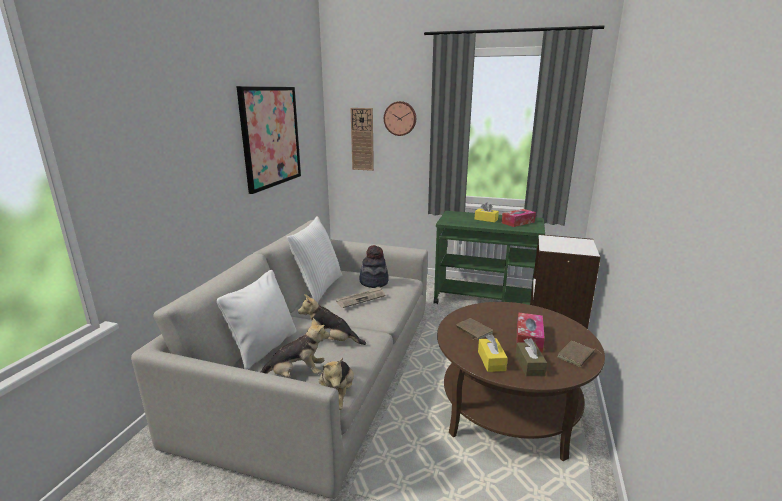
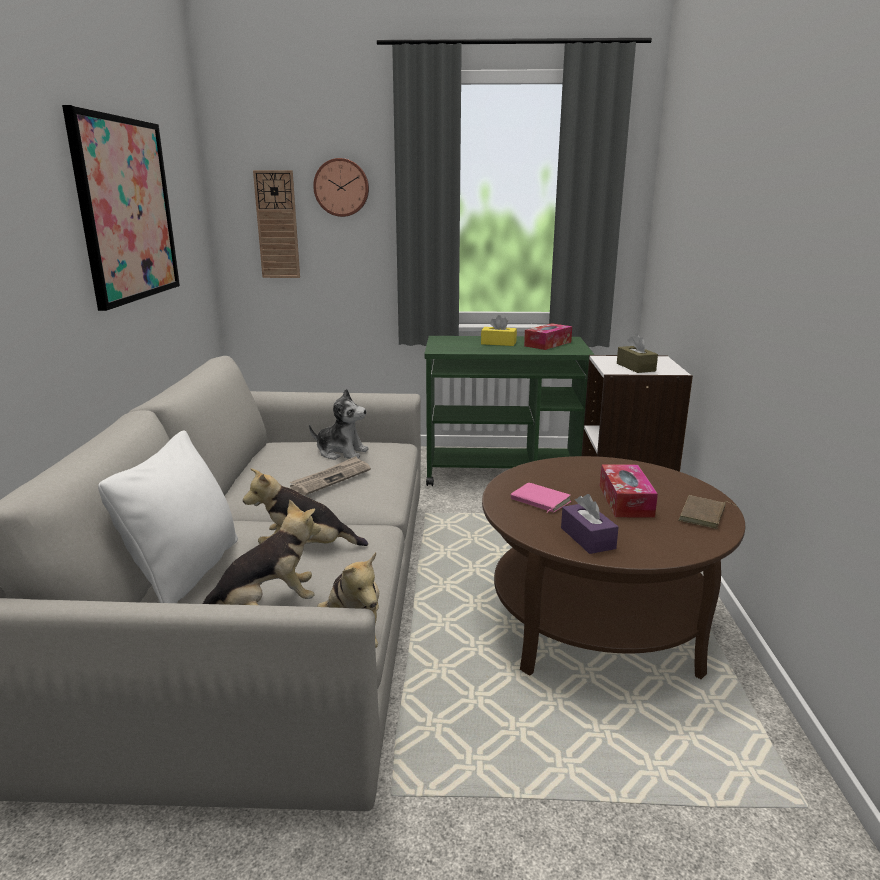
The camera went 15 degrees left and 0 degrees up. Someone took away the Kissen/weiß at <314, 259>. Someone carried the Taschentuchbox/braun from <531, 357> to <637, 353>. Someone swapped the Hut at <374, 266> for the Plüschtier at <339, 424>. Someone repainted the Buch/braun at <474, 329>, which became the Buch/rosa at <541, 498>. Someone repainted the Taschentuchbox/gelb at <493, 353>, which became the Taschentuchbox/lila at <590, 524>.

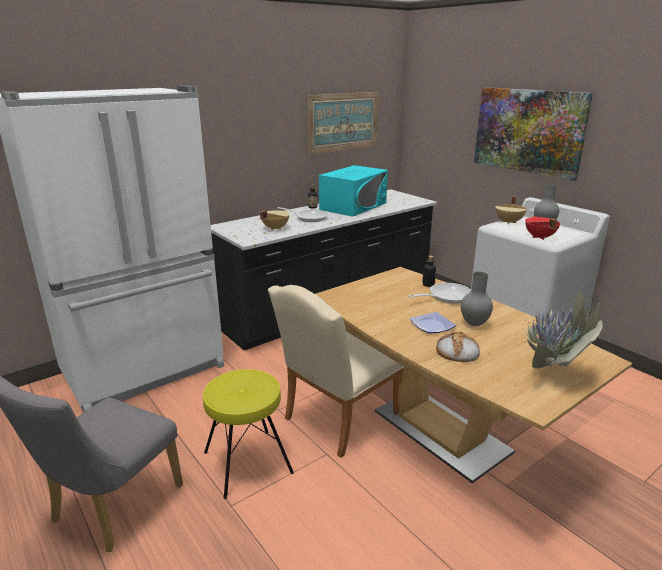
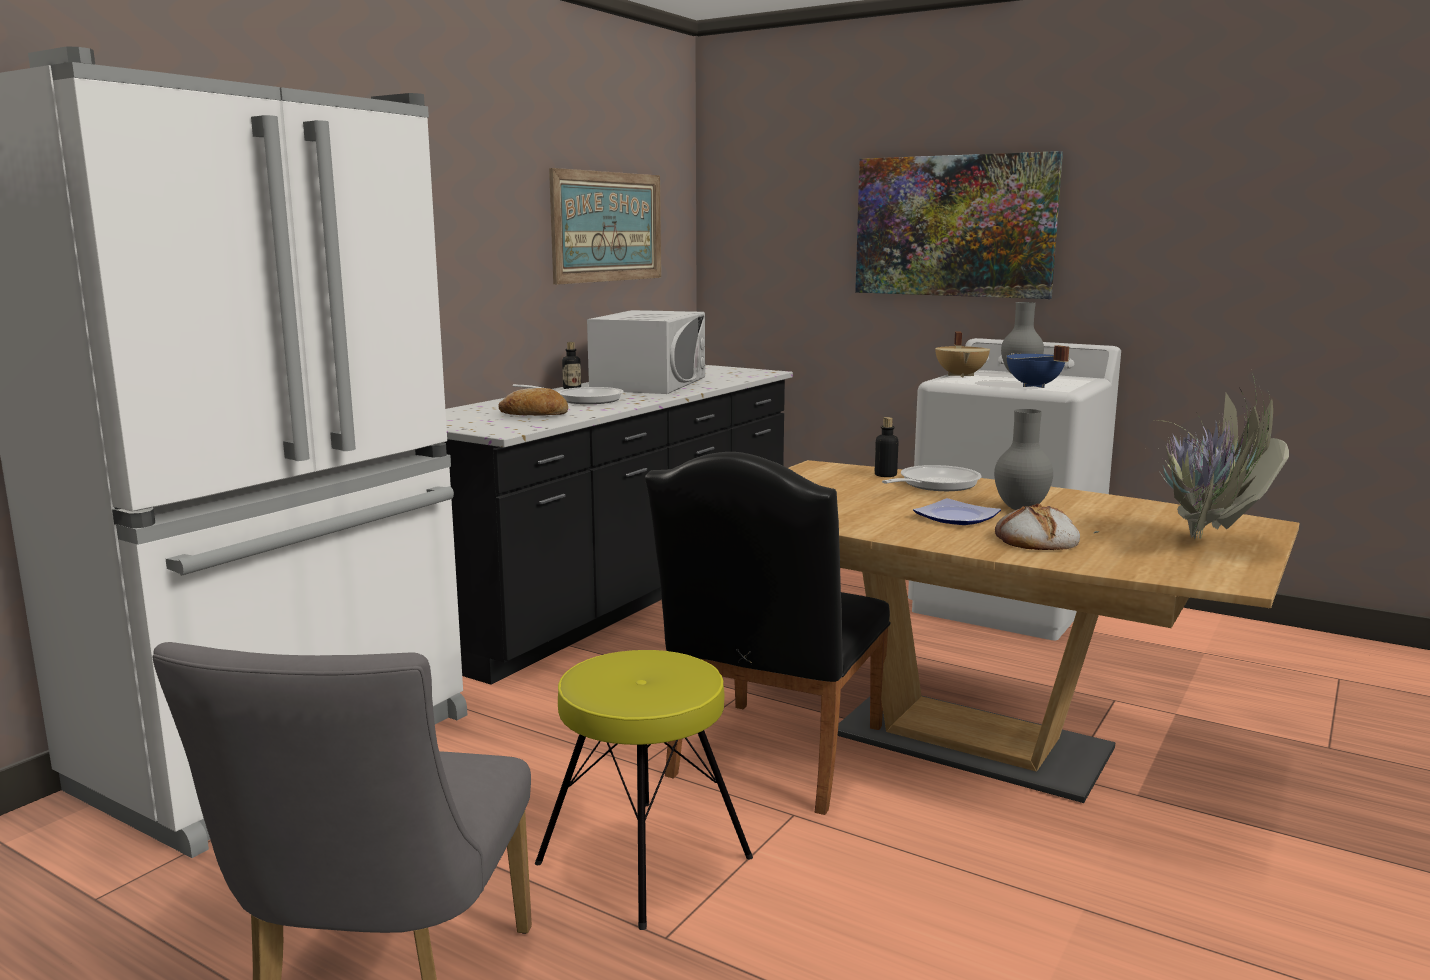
The camera went 20 degrees left and 10 degrees down. Someone swapped the Kochtopf/beige at <275, 220> for the Brot at <533, 402>. Someone repainted the Stuhl/beige at <336, 371>, which became the Stuhl/schwarz at <768, 633>. Someone repainted the Mikrowelle/türkis at <353, 191>, which became the Mikrowelle/weiß at <646, 352>. Someone repainted the Kochtopf/rot at <542, 228>, which became the Kochtopf/blau at <1037, 366>.

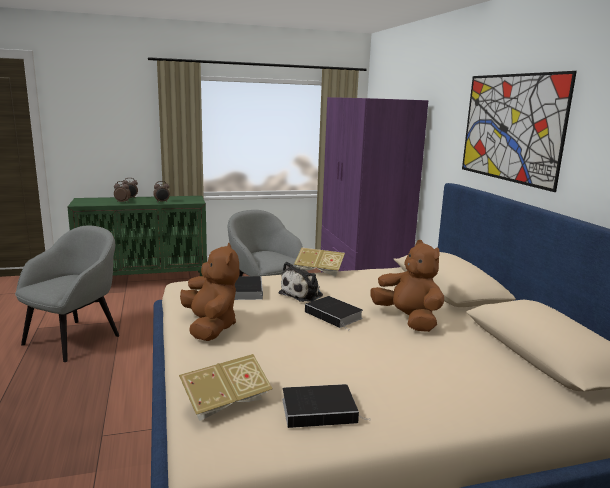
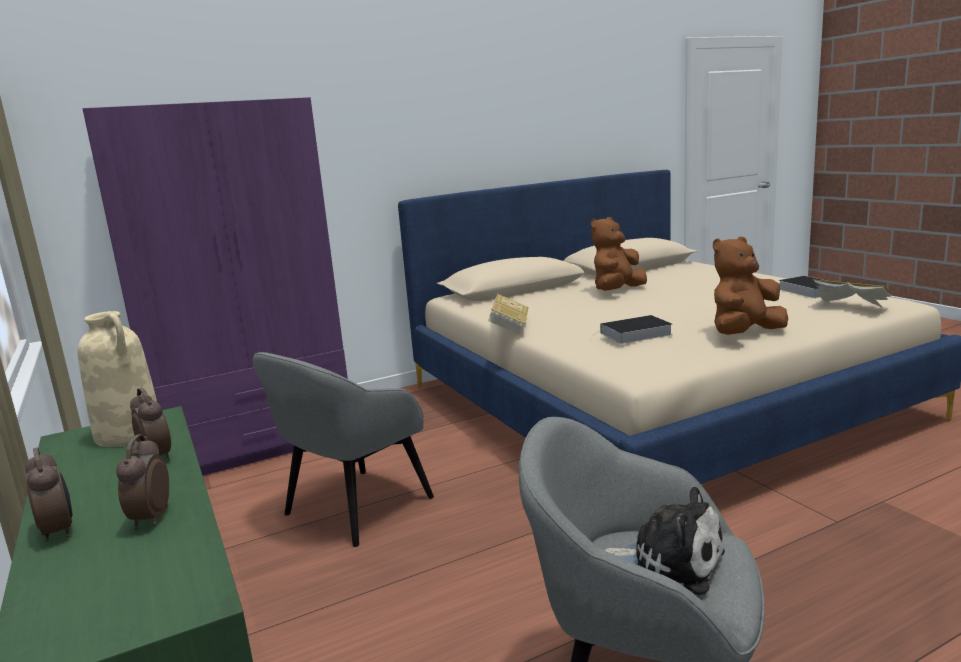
The camera went 100 degrees left and 0 degrees up. Someone took away the Buch at <334, 313>. Someone took away the Bild at <519, 131>. Someone put down the Vase/beige at <117, 379>. Someone carried the Plüschtier from <300, 282> to <664, 541>.

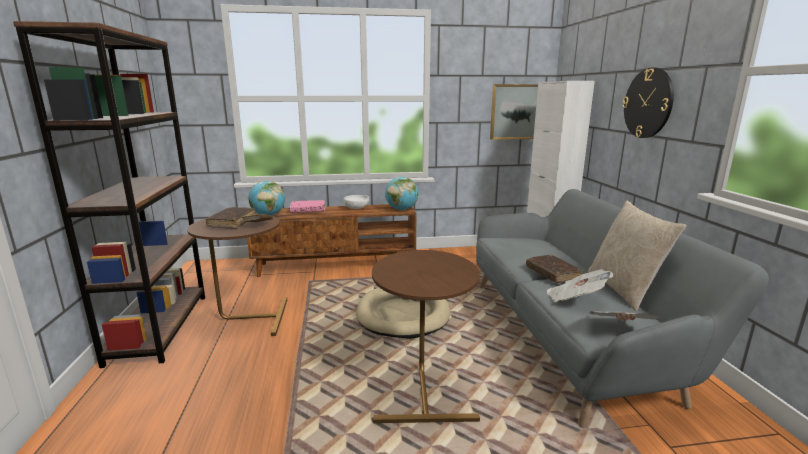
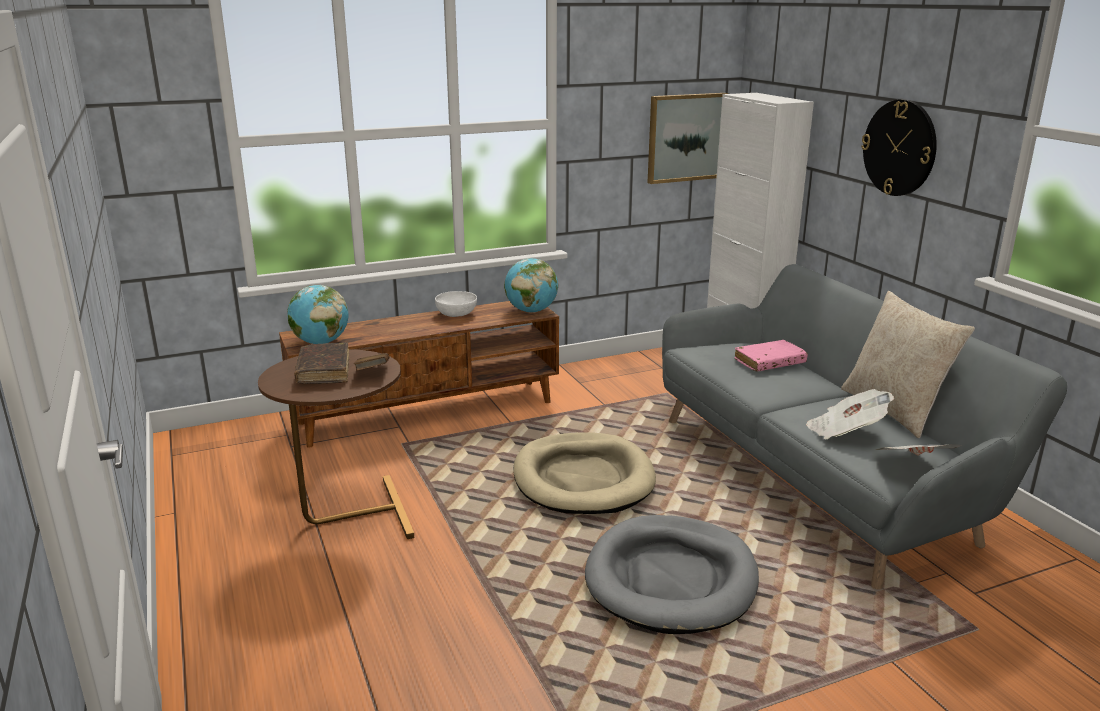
The camera went 15 degrees left and 5 degrees up. Someone took away the Bücherregal/braun at <109, 194>. Someone took away the Buch/braun at <554, 269>. Someone carried the Buch/rosa from <307, 206> to <771, 355>. Someone swapped the Beistelltisch/braun at <426, 336> for the Hundebett/grau at <672, 574>.

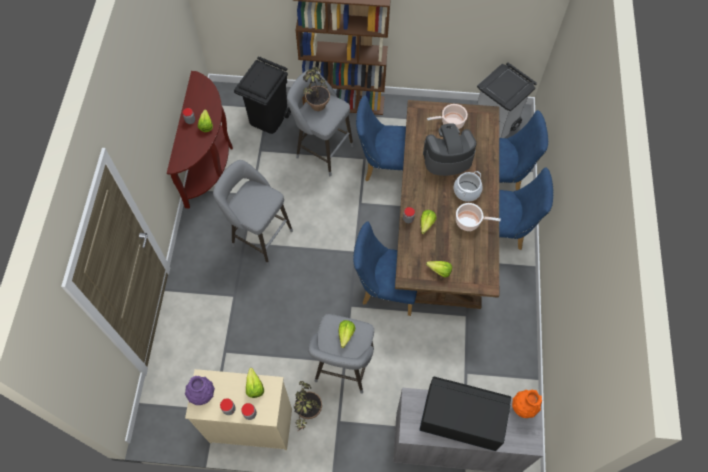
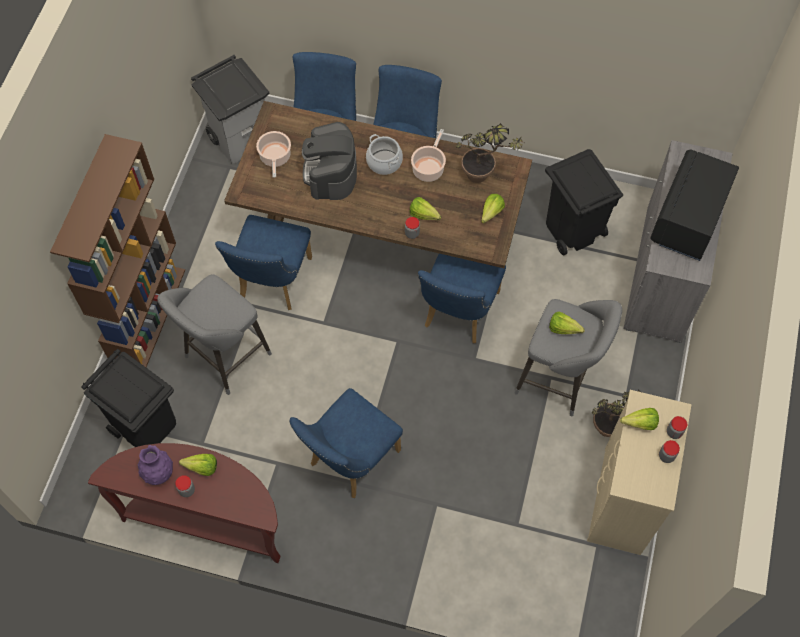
The camera went 80 degrees left and 0 degrees up. Someone took away the Vase/orange at <527, 404>. Someone put down the Mülleimer/schwarz at <584, 202>. Someone carried the Vase/lila from <200, 390> to <155, 465>. Someone carried the Topfpflanze from <316, 89> to <490, 153>. Someone swapped the Hocker/grau at <253, 213> for the Stuhl/blau at <346, 443>.

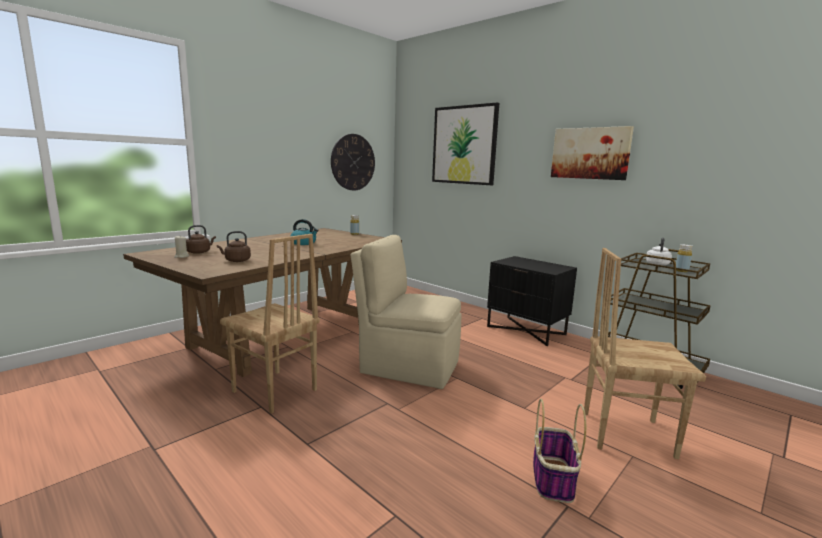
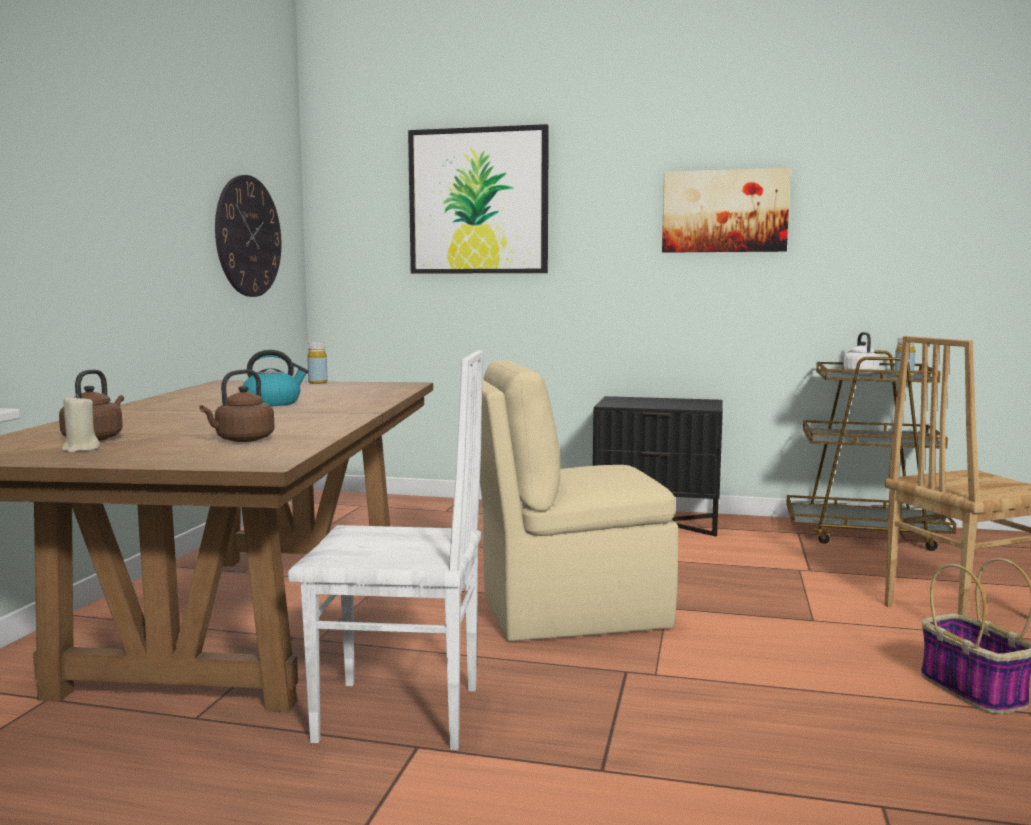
The camera went 30 degrees left and 5 degrees down. Someone repainted the Stuhl/braun at <270, 324>, which became the Stuhl/weiß at <385, 550>.

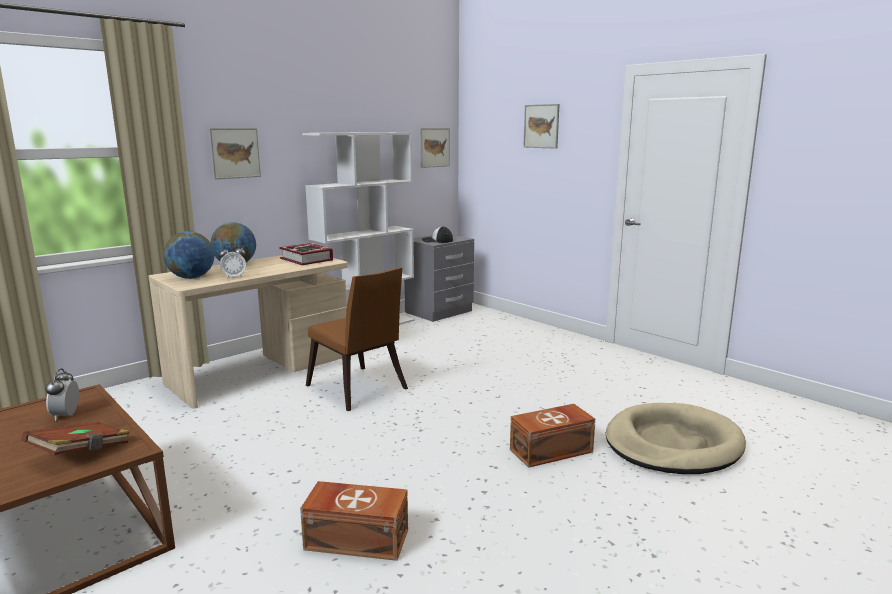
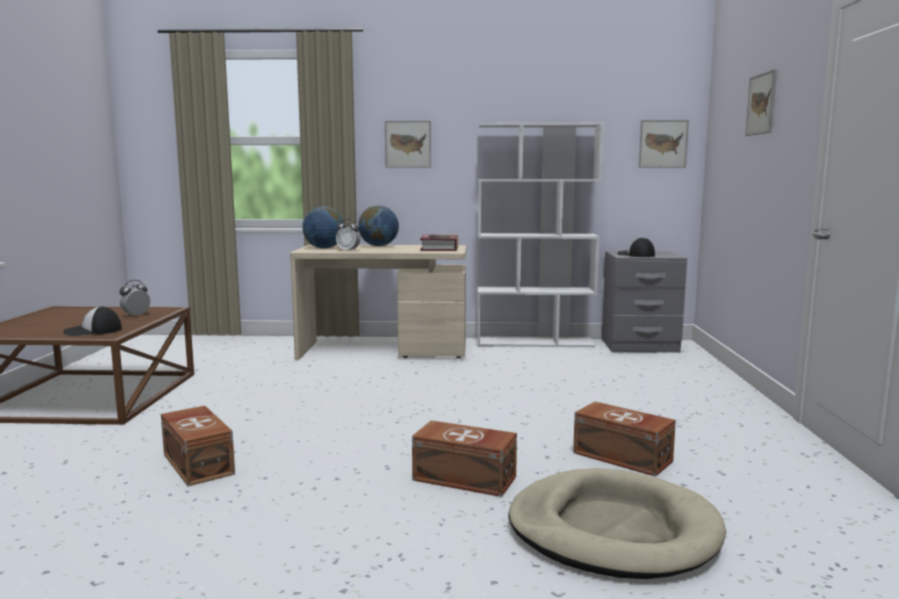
The camera went 45 degrees right and 5 degrees down. Someone took away the Stuhl/braun at <357, 339>. Someone put down the Aufbewahrungsbox/braun at <624, 439>. Someone swapped the Buch/braun at <76, 438> for the Kappe at <92, 321>.

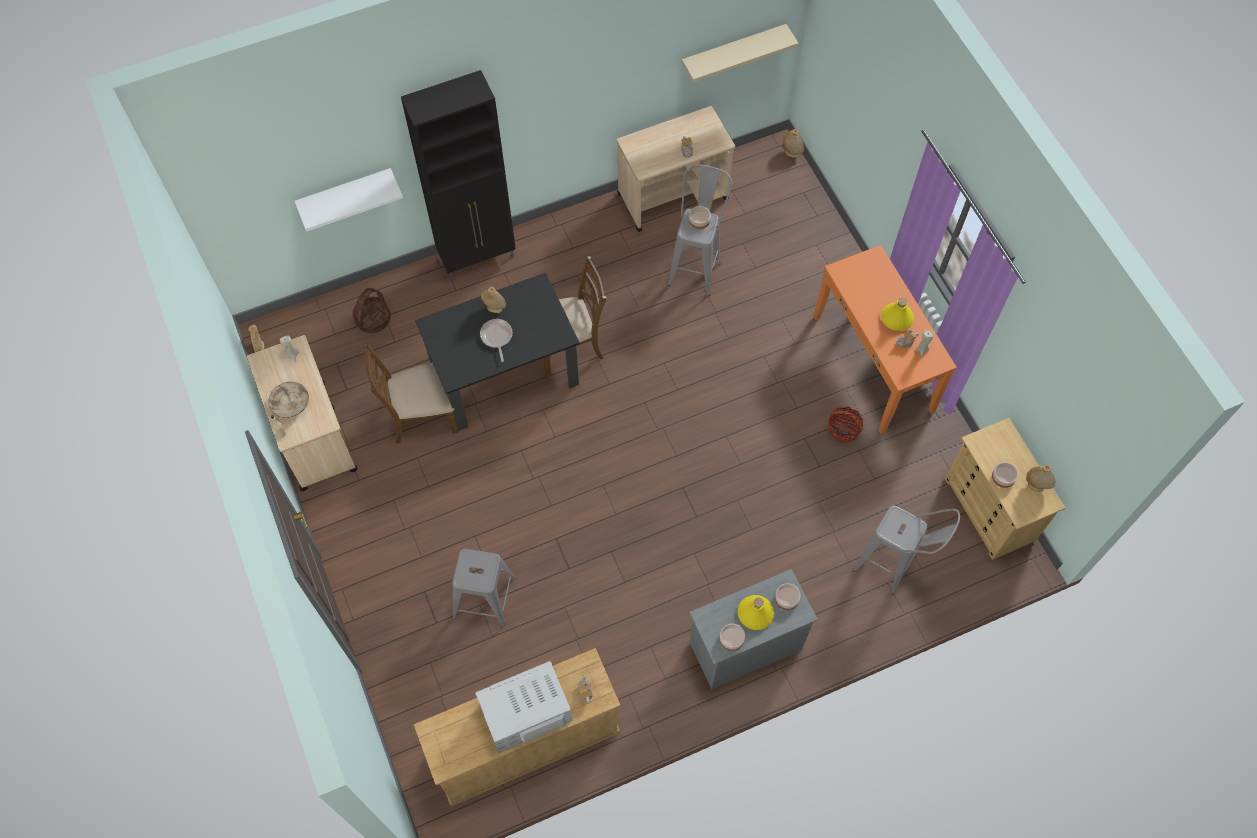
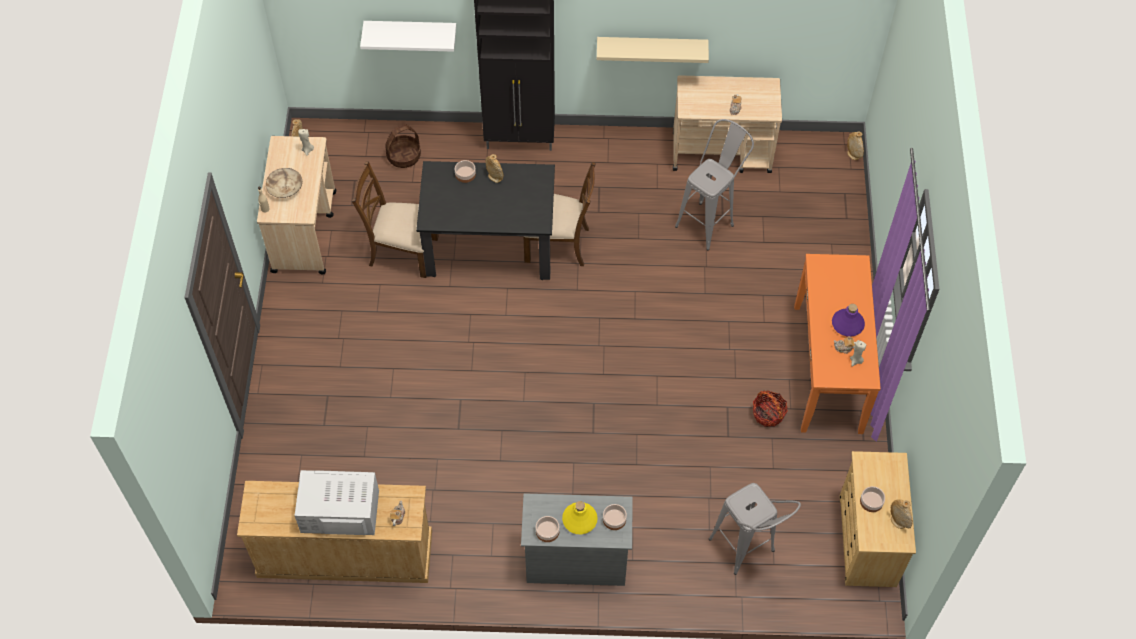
The camera went 25 degrees right and 5 degrees down. Someone took away the Hocker/grau at <484, 588>. Someone took away the Pfanne at <496, 340>. Someone carried the Wandregal/beige from <740, 53> to <653, 50>. Someone carried the Schüssel from <700, 217> to <465, 171>. Someone repainted the Flasche/gelb at <897, 314>, which became the Flasche/lila at <848, 320>.

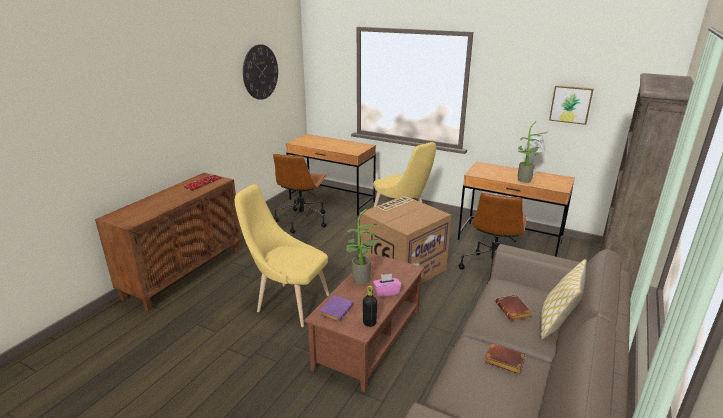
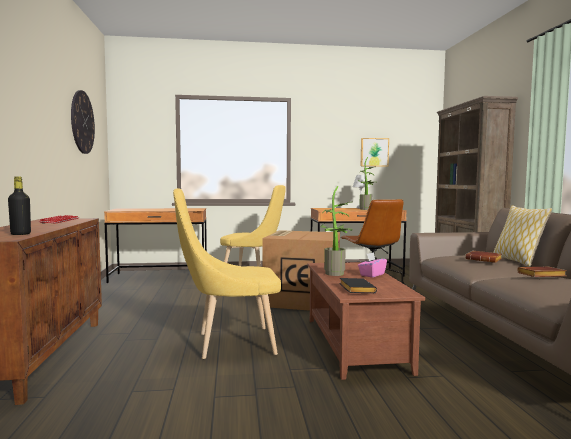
The camera went 35 degrees left and 20 degrees down. Someone took away the Bürostuhl/braun at <300, 194>. Someone carried the Flasche/schwarz from <370, 306> to <19, 205>. Someone repainted the Buch/lila at <336, 308>, which became the Buch/schwarz at <358, 285>.

